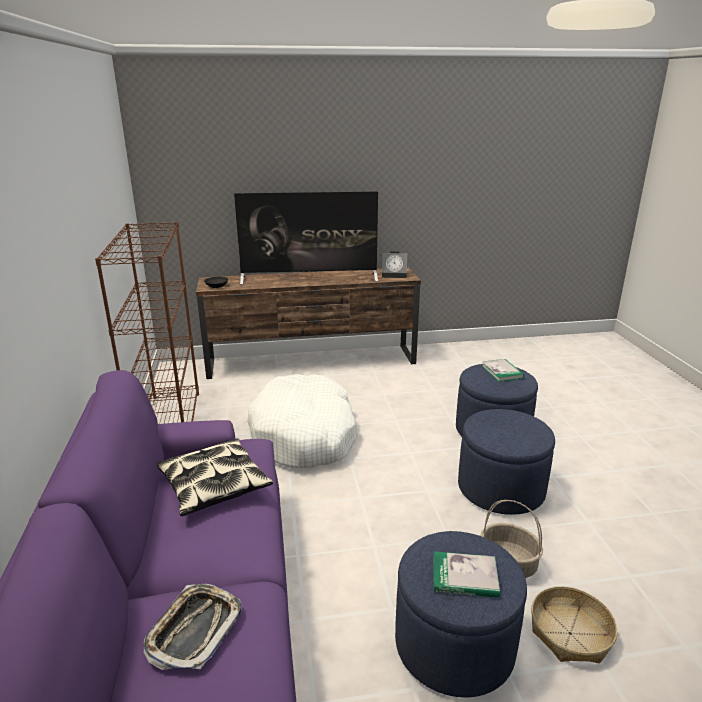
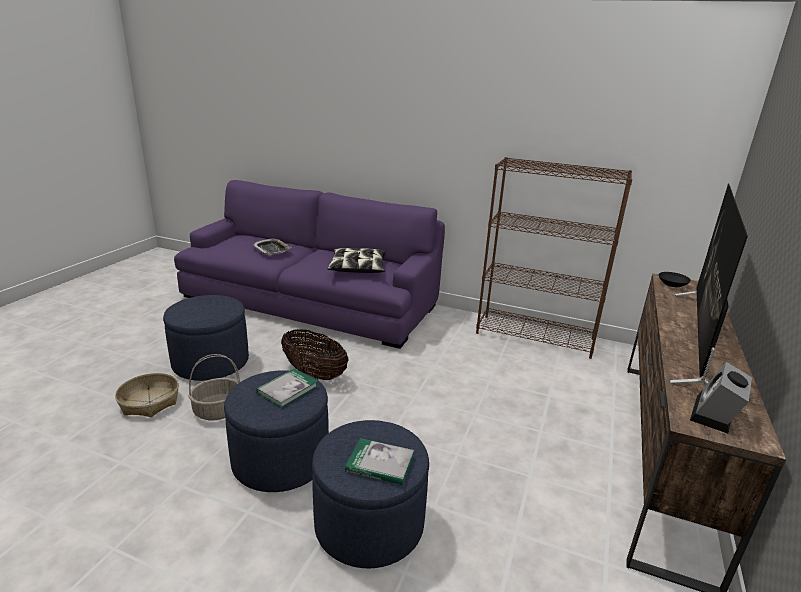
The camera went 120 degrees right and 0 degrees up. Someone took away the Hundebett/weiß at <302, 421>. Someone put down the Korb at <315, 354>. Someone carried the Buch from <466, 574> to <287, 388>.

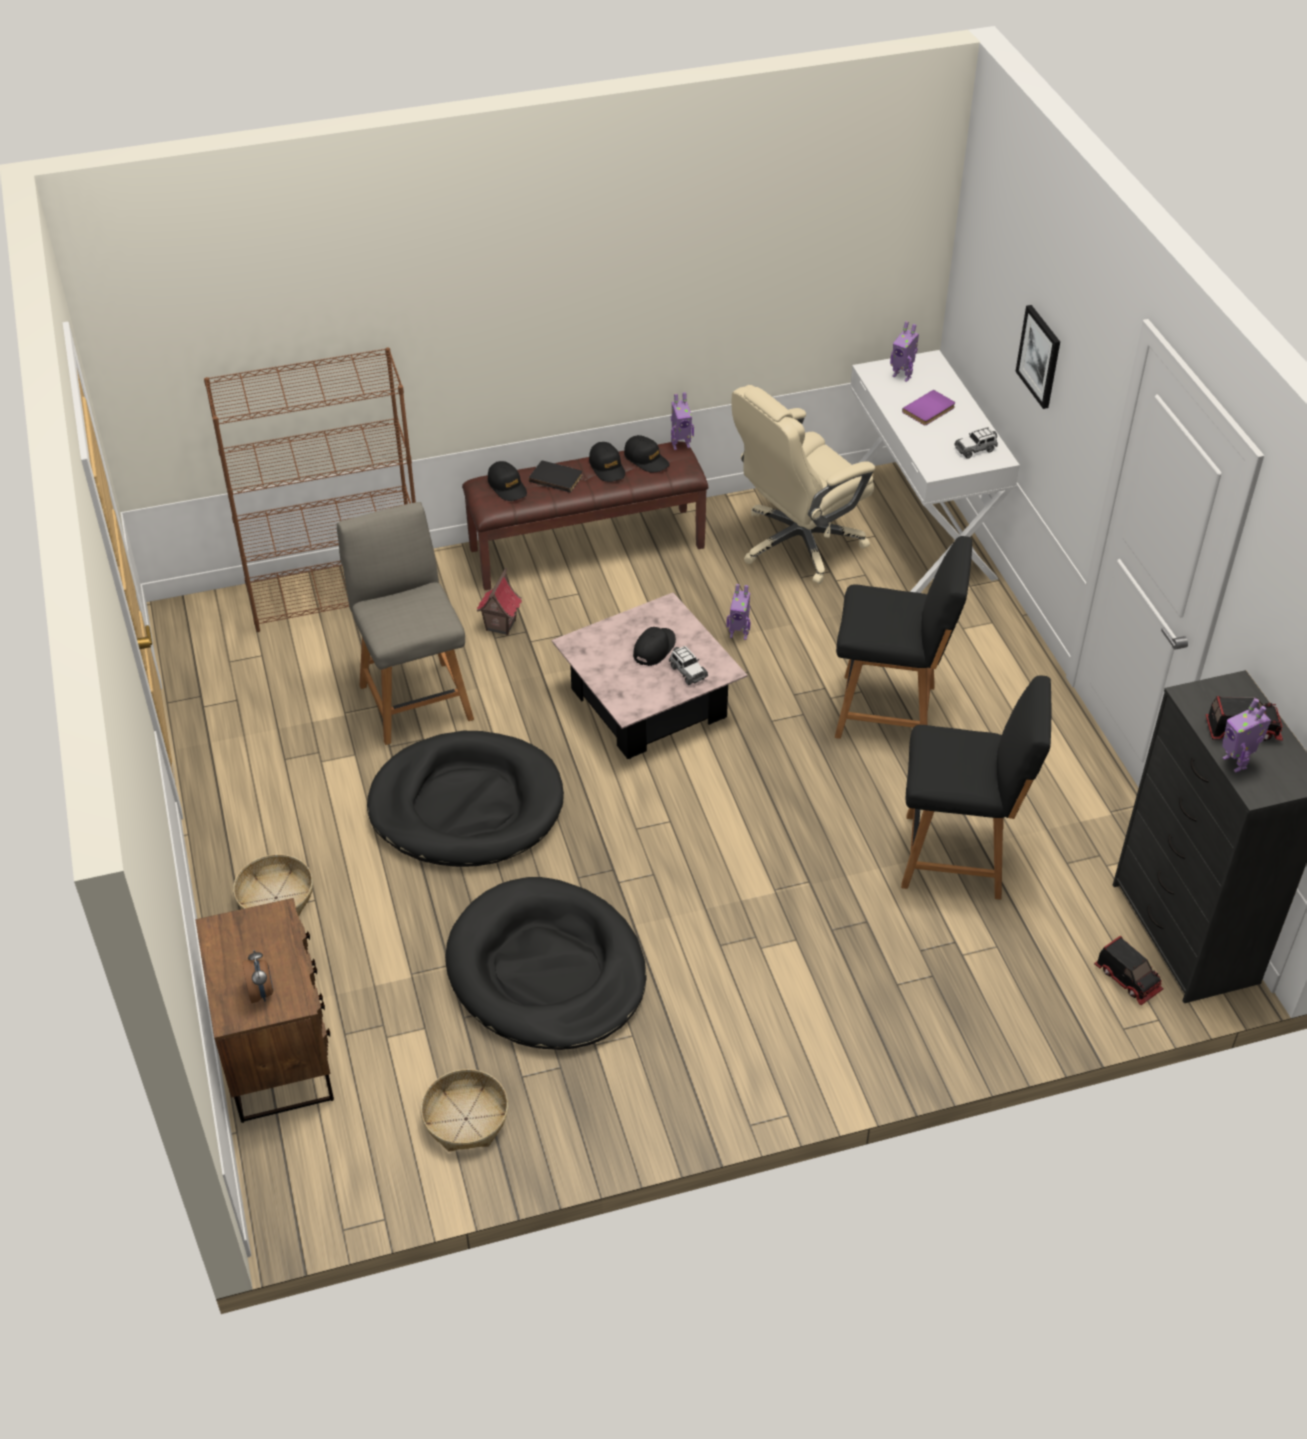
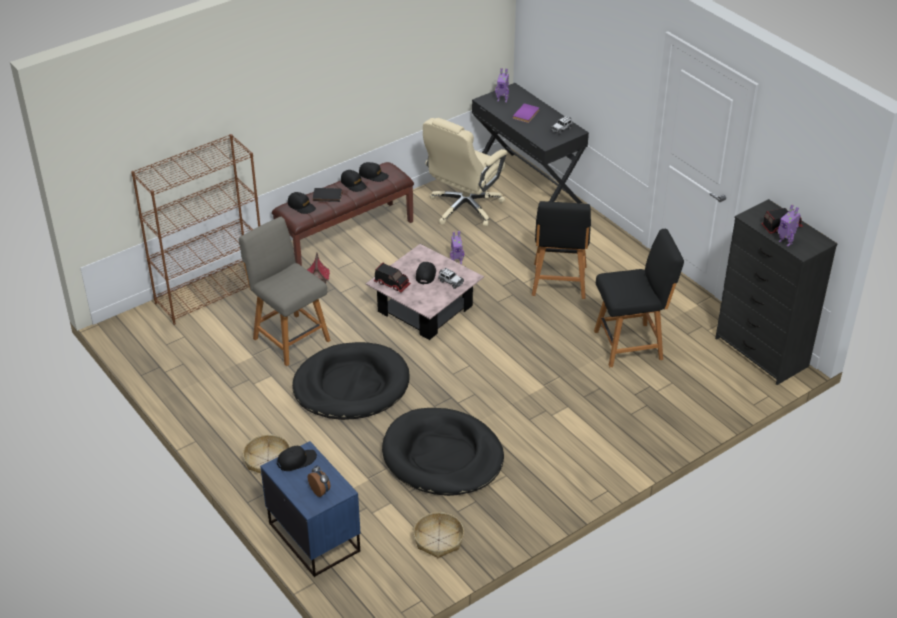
The camera went 20 degrees left and 5 degrees down. Someone took away the Spielzeugroboter at <682, 421>. Someone took away the Bild at <1037, 357>. Someone put down the Kappe/schwarz at <297, 458>. Someone carried the Spielzeuglaster from <1128, 970> to <392, 278>. Someone repainted the Nachttisch/braun at <264, 1010>, which became the Nachttisch/blau at <310, 509>. Someone repainted the Schreibtisch/weiß at <935, 471>, which became the Schreibtisch/schwarz at <530, 143>. Someone rotated the Stuhl/schwarz at <903, 637> by 105 degrees clockwise.

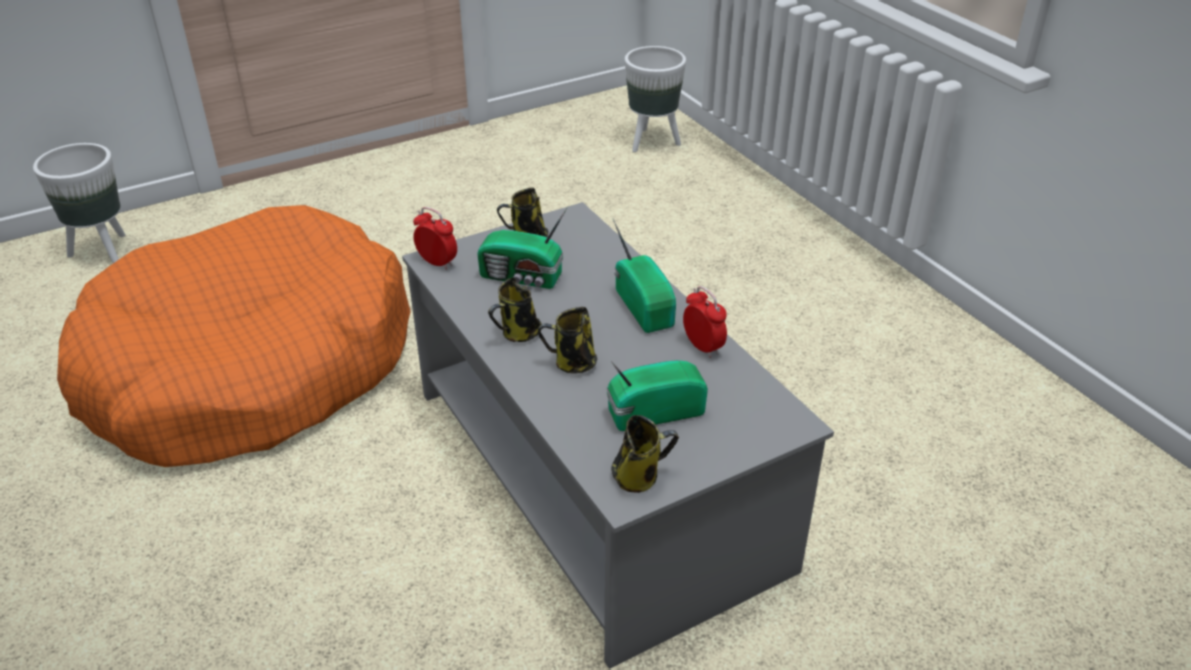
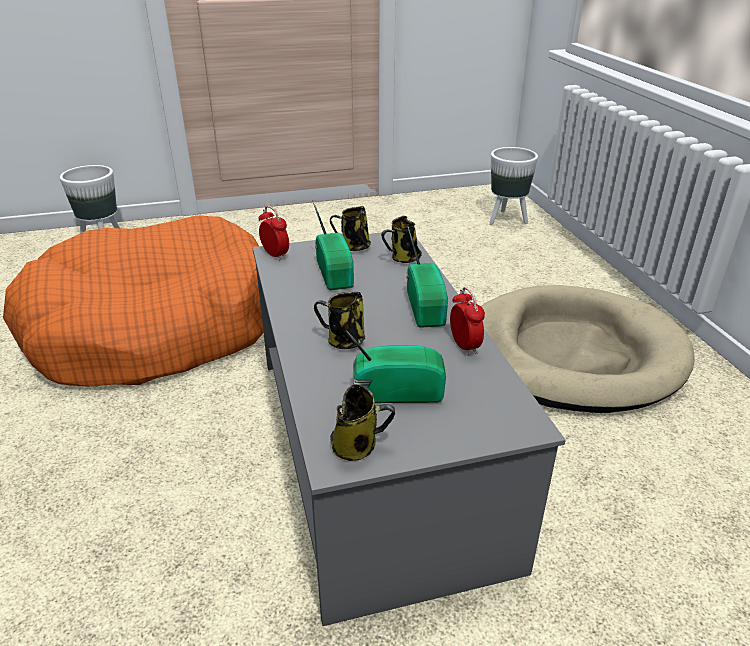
The camera went 15 degrees right and 5 degrees down. Someone put down the Hundebett/beige at <588, 349>. Someone carried the Henkelbecher from <515, 310> to <401, 239>. Someone rotated the Radio at <522, 248> by 135 degrees counterclockwise.

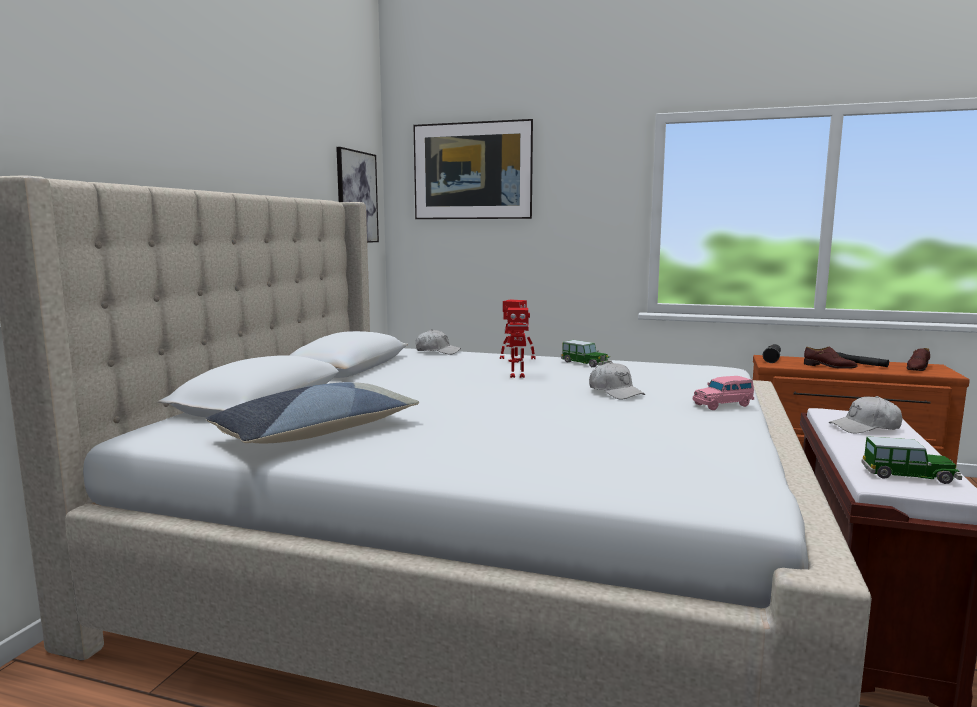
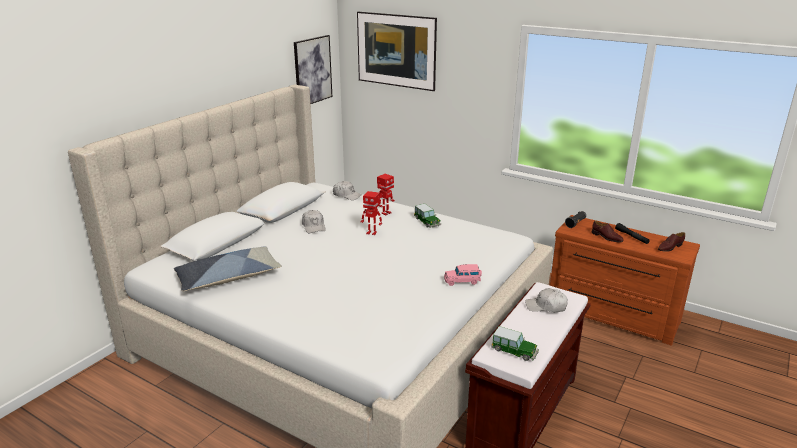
The camera went 15 degrees right and 15 degrees up. Someone carried the Kappe/weiß from <617, 381> to <314, 221>.

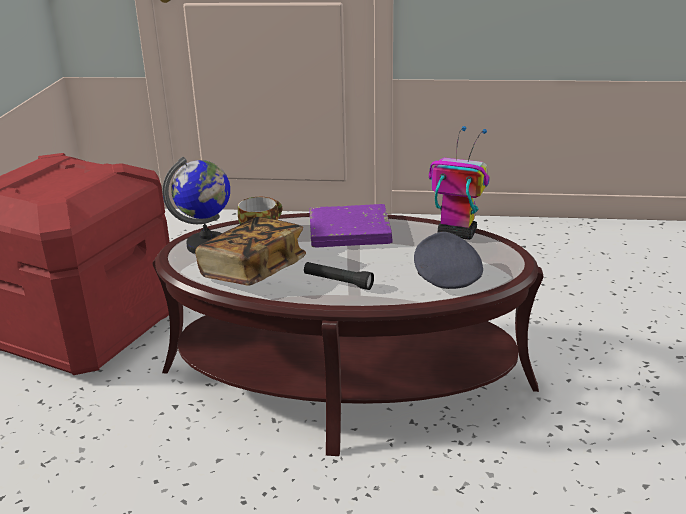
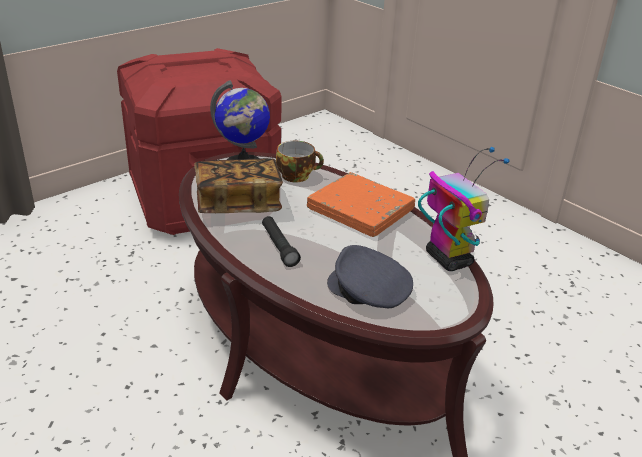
The camera went 40 degrees right and 5 degrees up. Someone repainted the Buch/lila at <351, 225>, which became the Buch/orange at <361, 204>. Someone rotated the Kappe/grau at <448, 260> by 90 degrees counterclockwise.

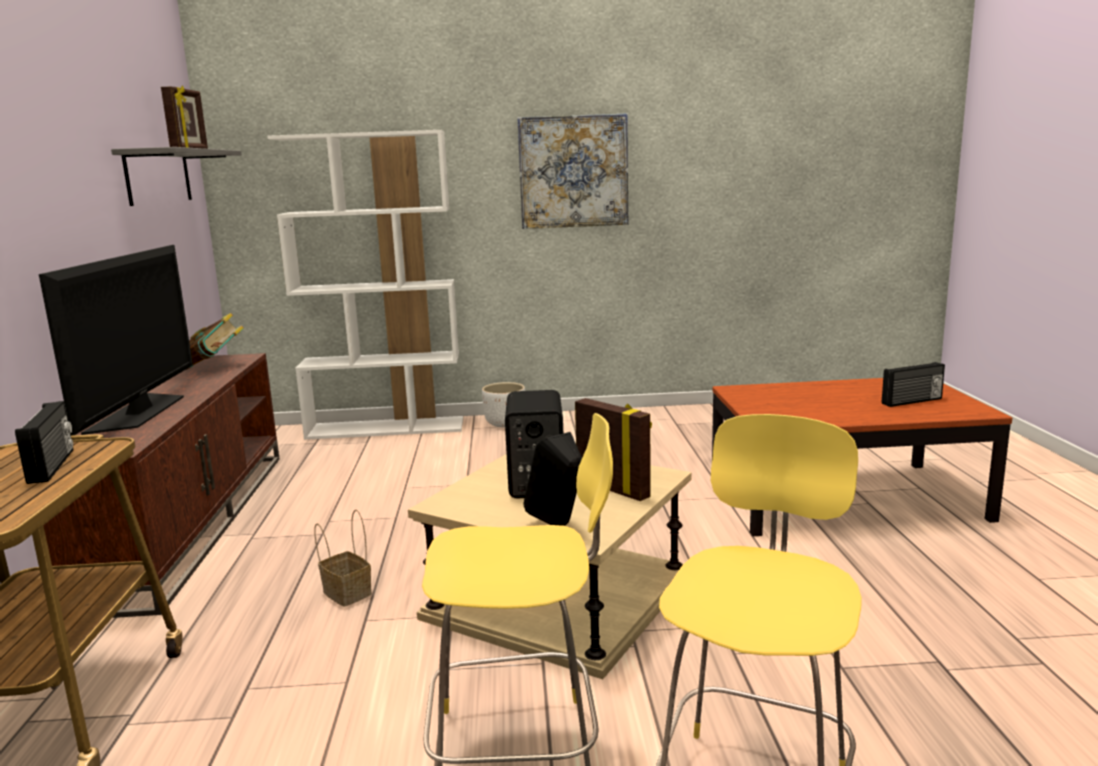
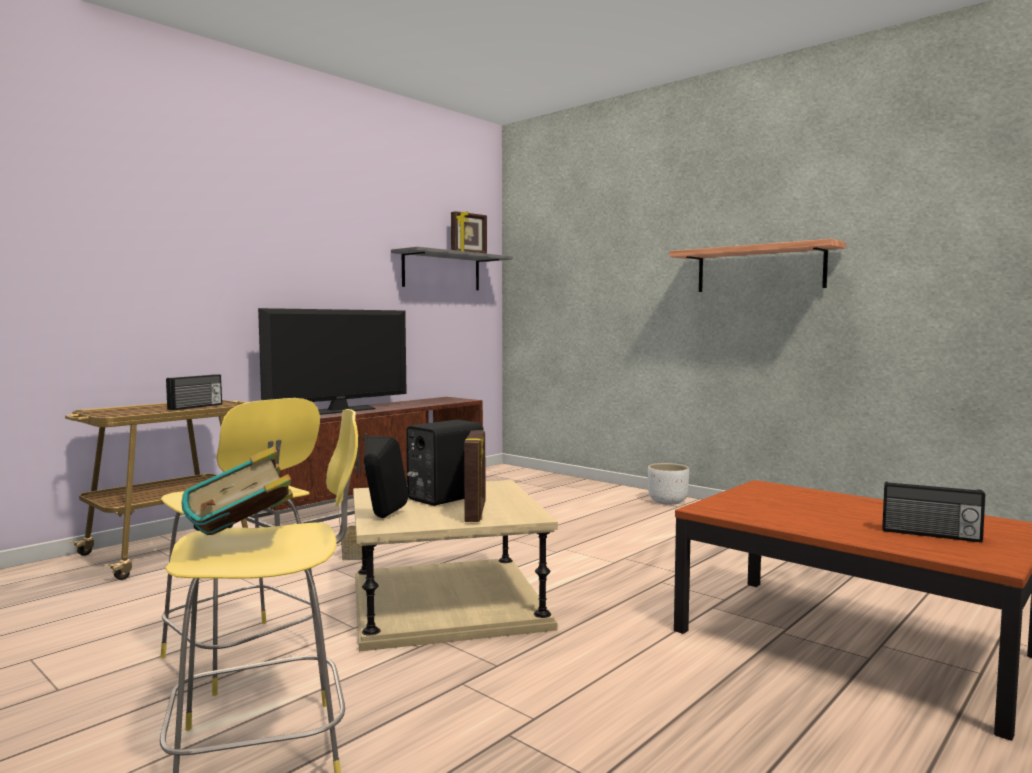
The camera went 45 degrees right and 10 degrees down. Someone took away the Bücherregal/weiß at <365, 285>. Someone carried the Buch from <215, 341> to <237, 491>. Someone swapped the Bild at <572, 171> for the Wandregal at <758, 265>.

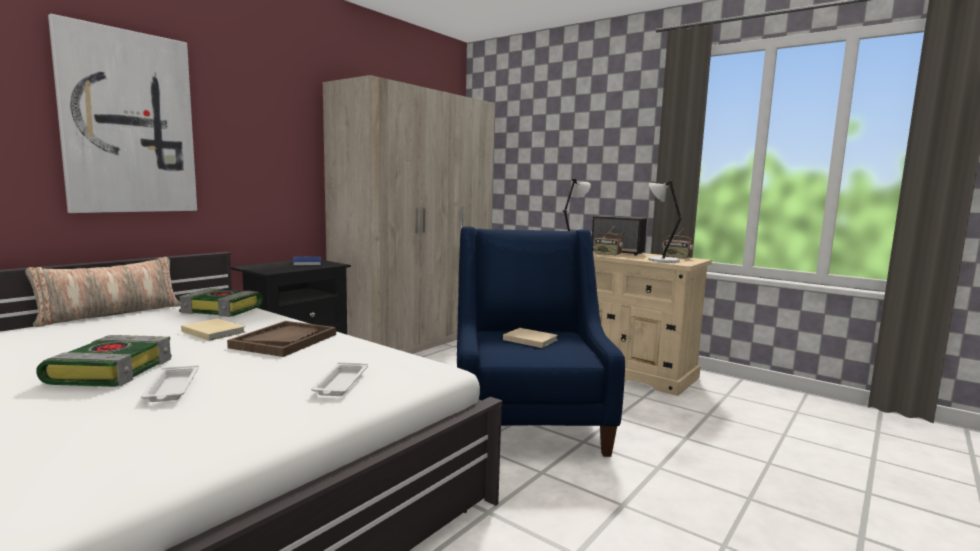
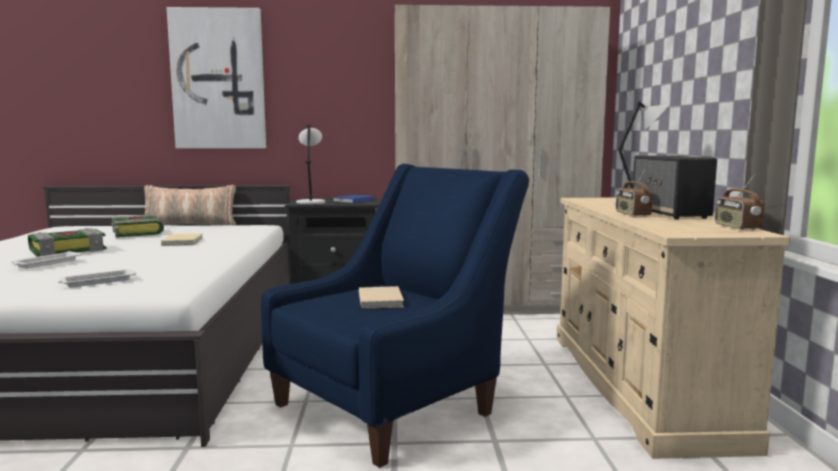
The camera went 50 degrees right and 0 degrees up. Someone took away the Tablett/braun at <281, 339>. Someone carried the Buch from <220, 302> to <138, 226>. Someone carried the Tischlampe/grau from <665, 221> to <311, 164>.

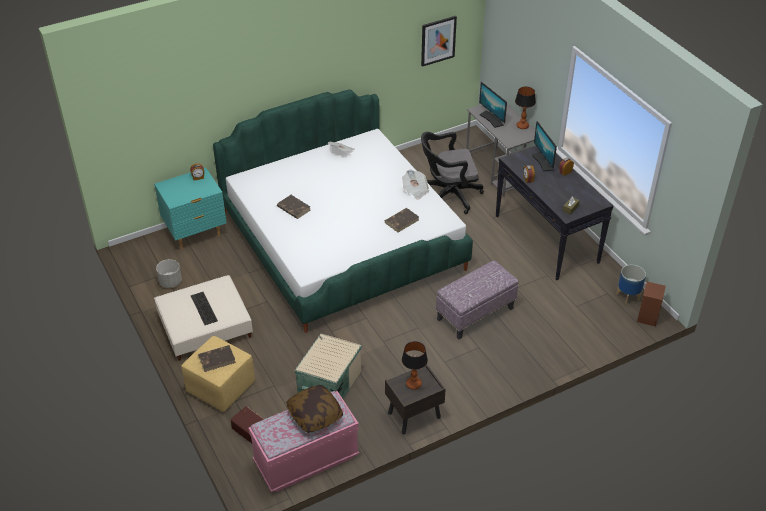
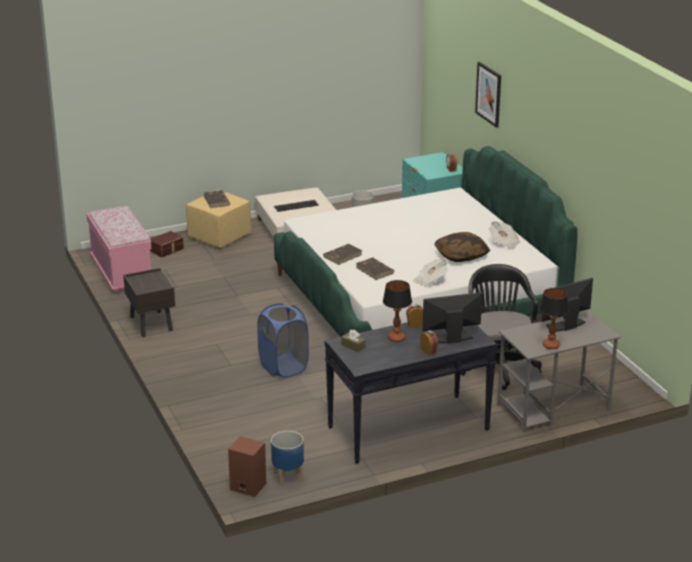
The camera went 95 degrees right and 15 degrees down. Someone took away the Aufbewahrungsbox/beige at <328, 366>. Someone carried the Buch/braun from <293, 207> to <342, 254>. Someone carried the Kissen from <314, 409> to <462, 247>. Someone carried the Tischlampe from <415, 365> to <397, 311>. Someone carried the Bild from <439, 41> to <488, 95>. Someone swapped the Polsterhocker at <477, 300> for the Wäschekorb/blau at <283, 341>.

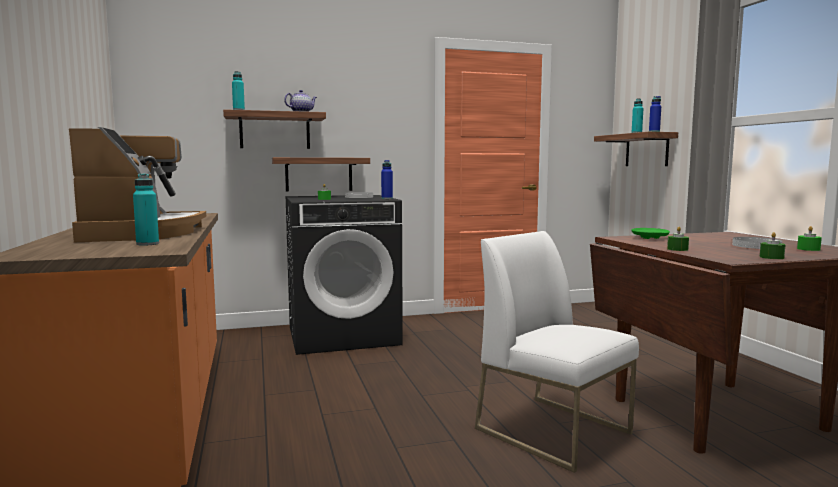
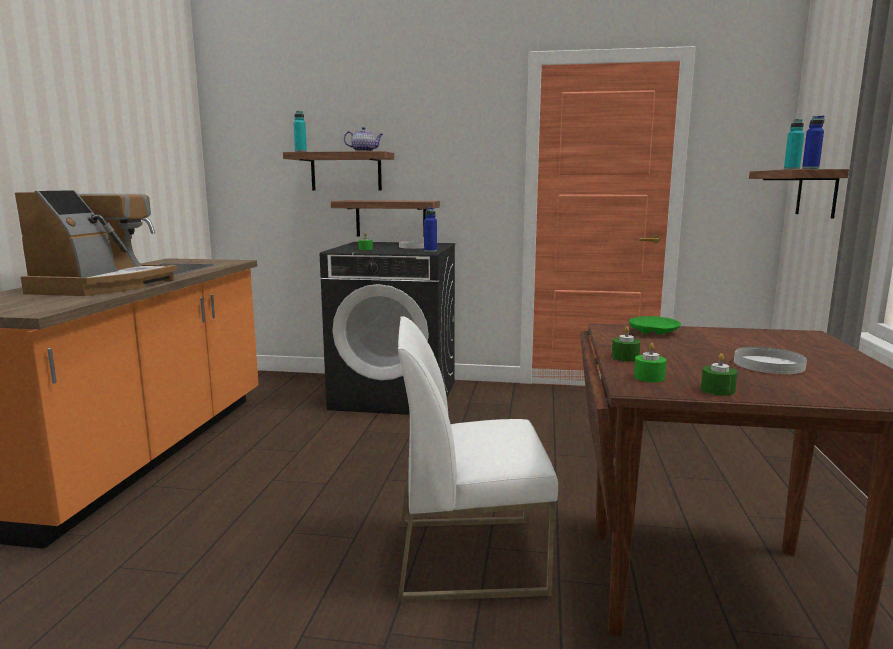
The camera went 25 degrees right and 5 degrees up. Someone took away the Flasche/türkis at <146, 210>. Someone carried the Kerze/grün from <809, 238> to <650, 362>. Someone rotated the Stuhl/weiß at <557, 352> by 75 degrees counterclockwise.

